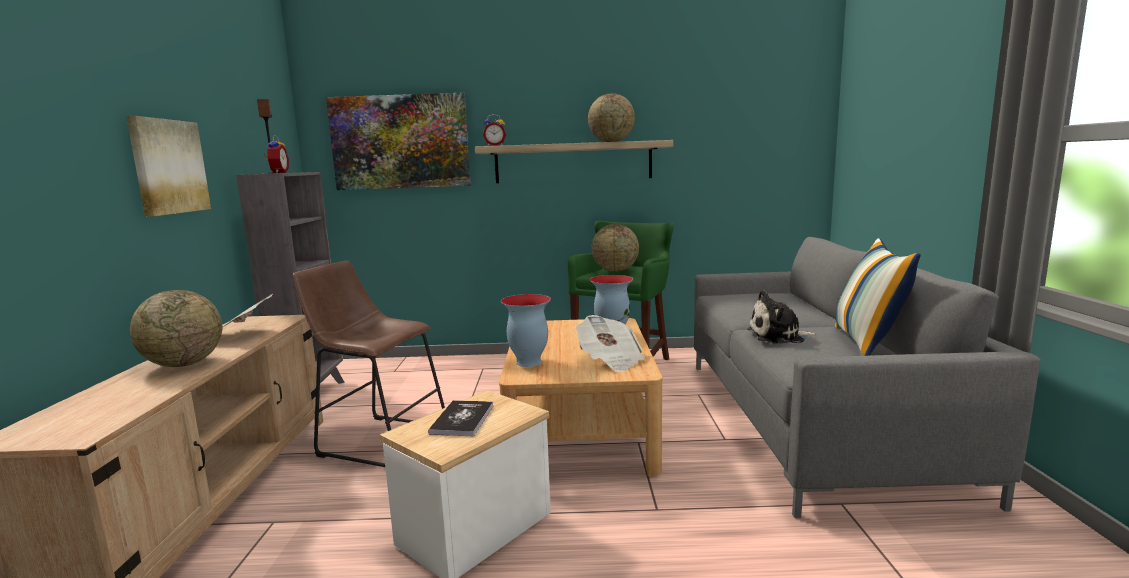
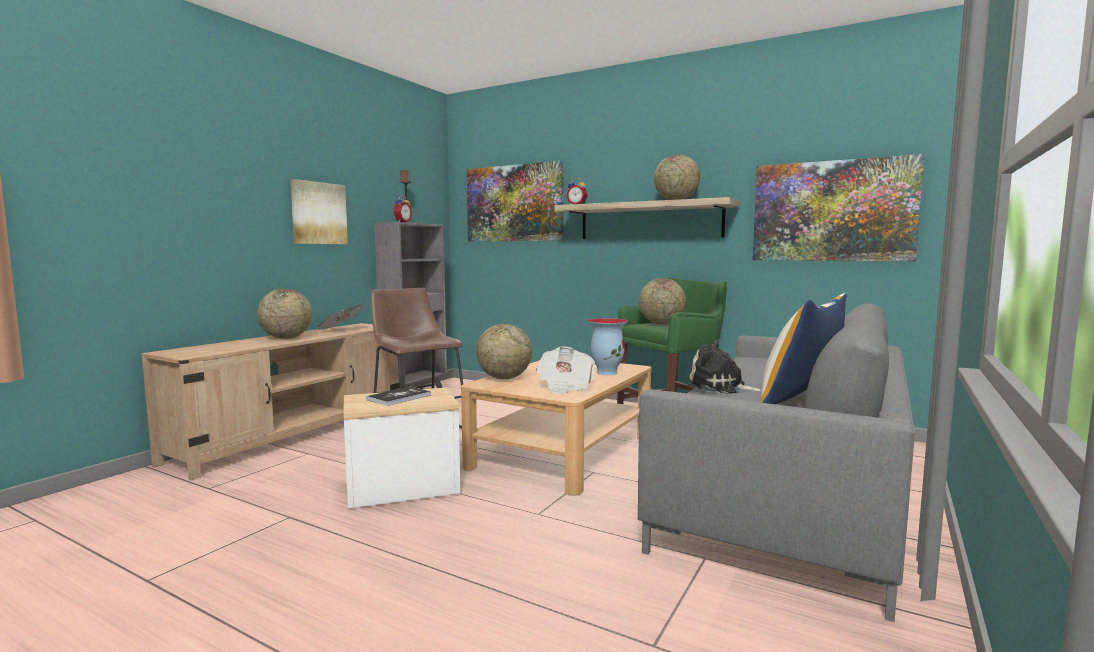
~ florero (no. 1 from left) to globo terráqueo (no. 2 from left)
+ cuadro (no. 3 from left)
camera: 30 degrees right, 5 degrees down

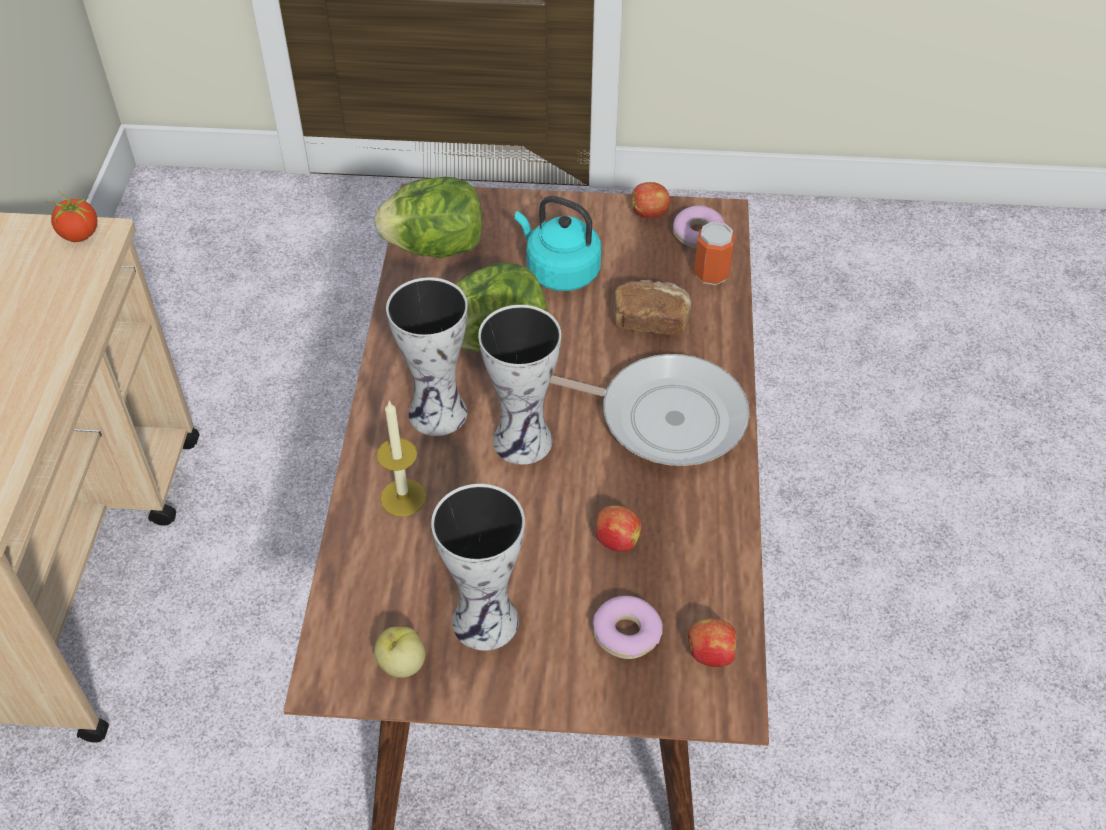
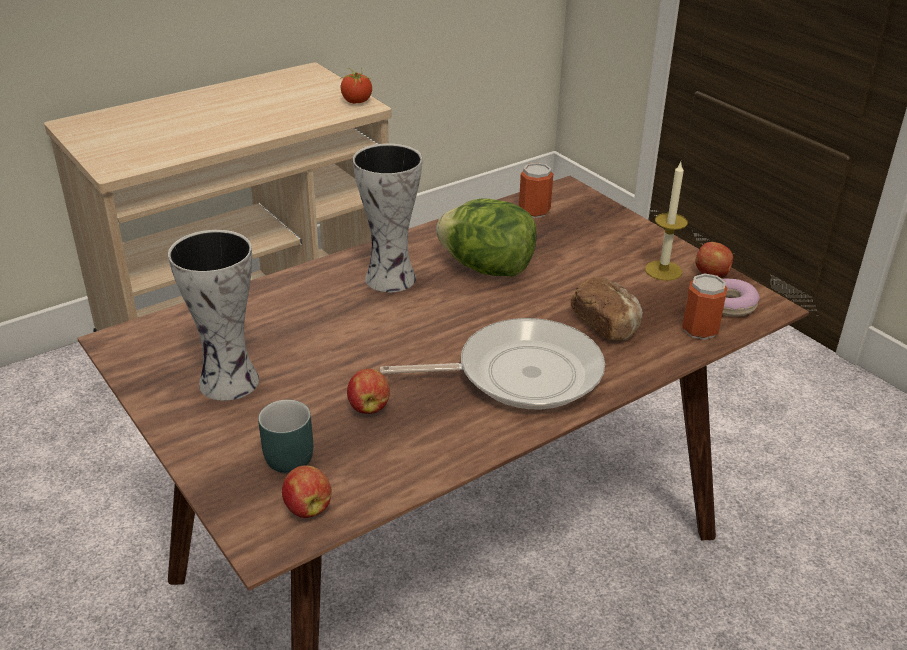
~ lechuga (no. 1 from left) to lata (no. 1 from left)
- hervidor [turquesa]
- florero (no. 3 from left)
~ sartén 75 degrees counterclockwise
~ vela
~ rosquilla (no. 1 from left) to taza grande [turquesa]
- manzana (no. 1 from left)
camera: 50 degrees right, 15 degrees down

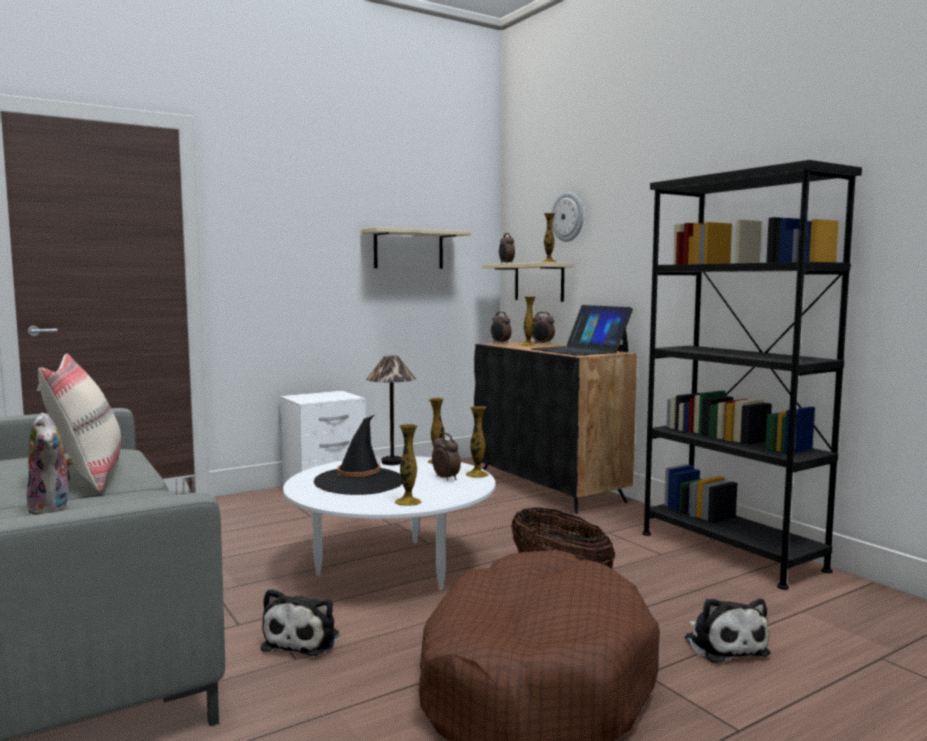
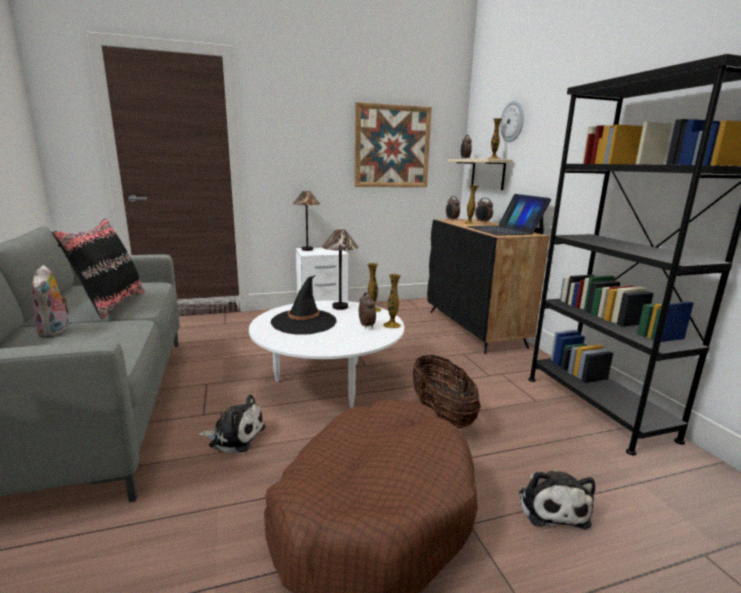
~ estante [beis] (no. 1 from left) to cuadro
~ cojín [beis] to cojín [negro]
- florero (no. 1 from left)
~ peluche (no. 2 from left) 105 degrees counterclockwise
+ lámpara de mesa (no. 1 from left)
camera: 15 degrees right, 10 degrees up

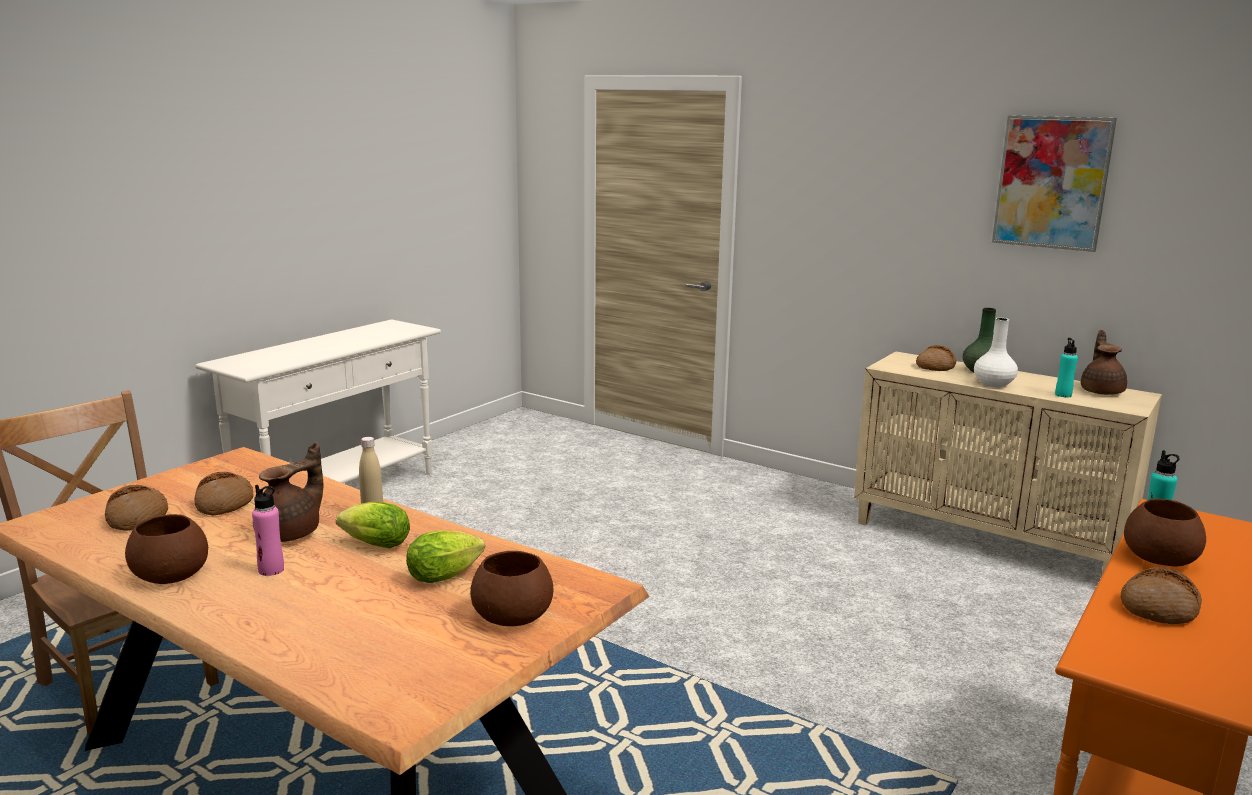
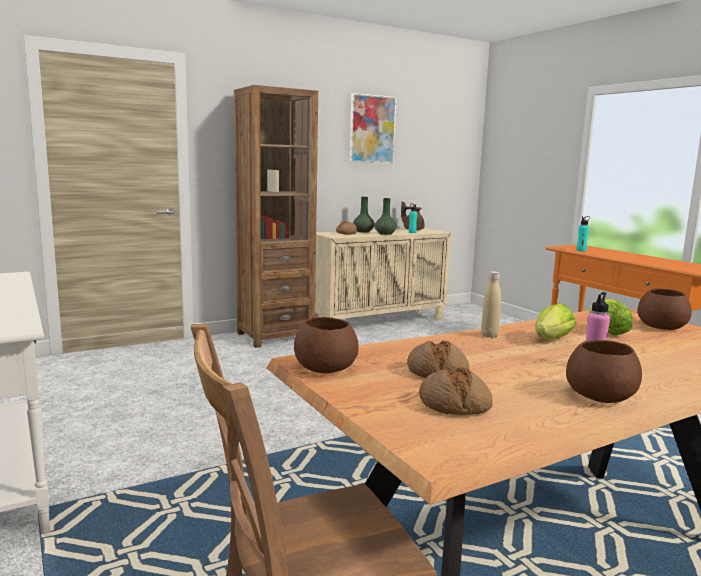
~ florero [blanco] to florero [verde] (no. 2 from left)
- tetera [marrón] (no. 1 from left)
~ cuenco [marrón] (no. 3 from left in the first image) to cuenco [marrón] (no. 1 from left)
- pan (no. 4 from left)
+ estantería [marrón]
camera: 65 degrees left, 5 degrees down

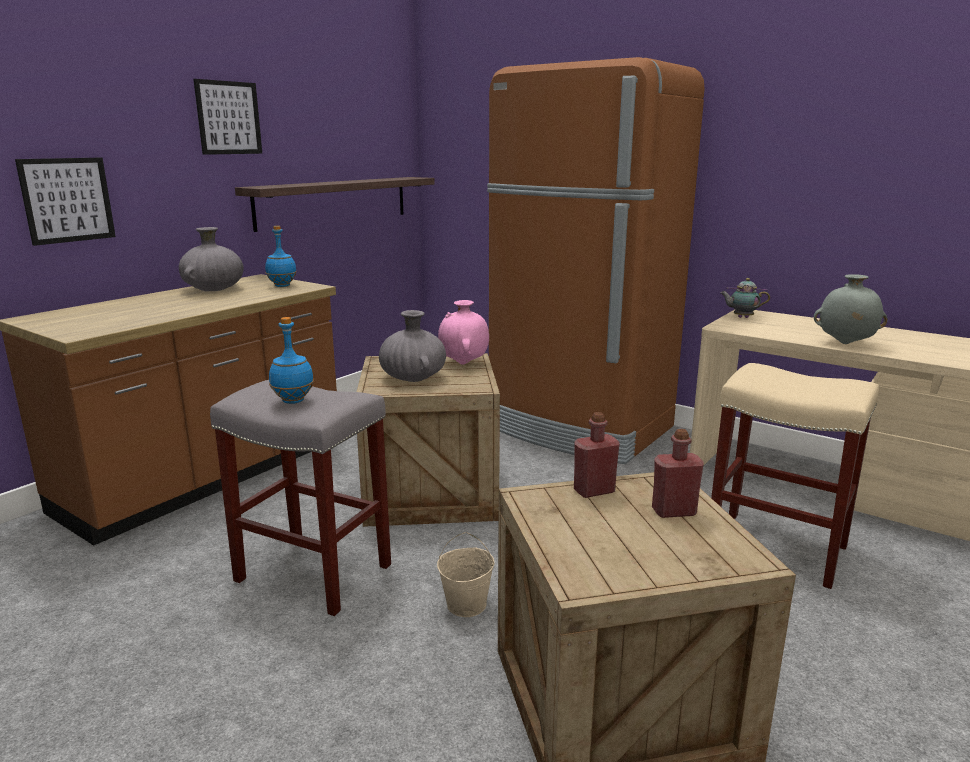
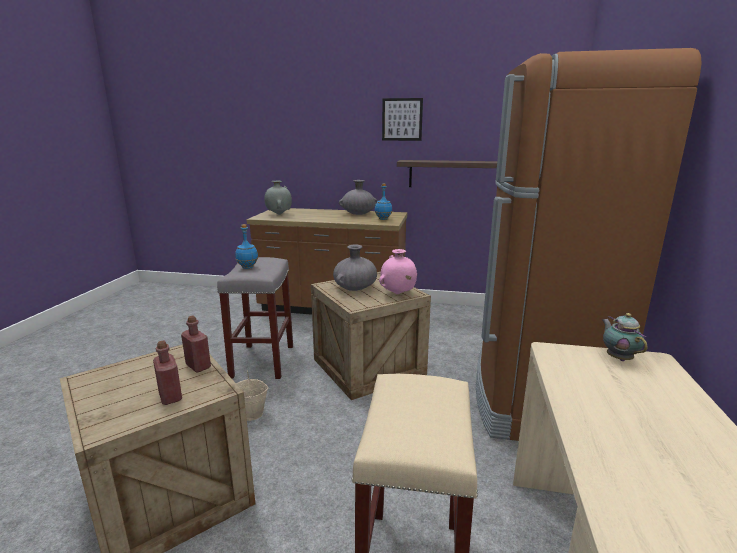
- cuadro (no. 1 from left)
~ florero [gris] (no. 3 from left in the first image) to florero [gris] (no. 1 from left)
camera: 65 degrees right, 0 degrees up

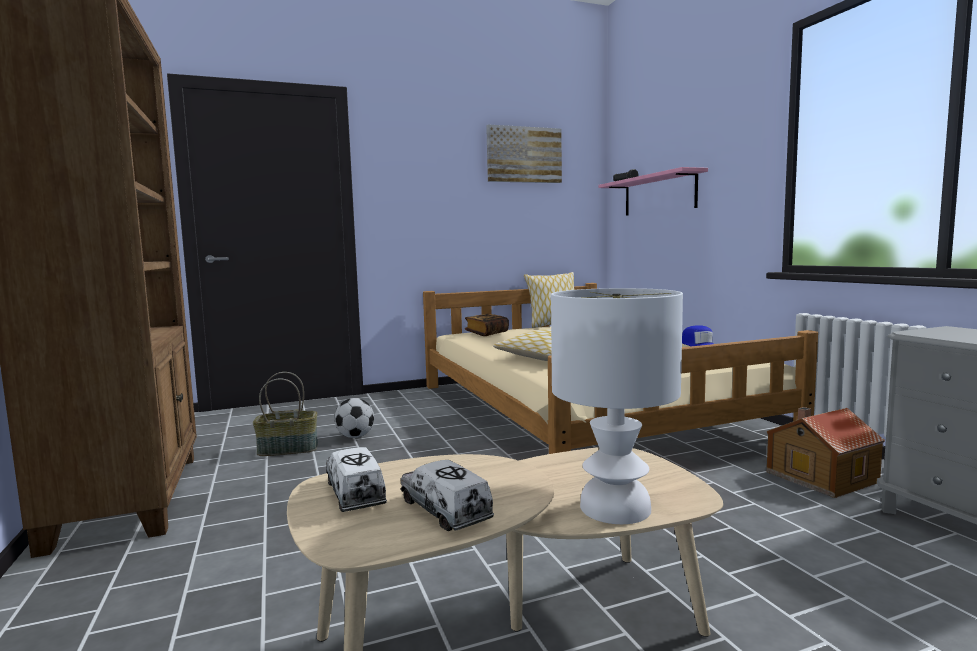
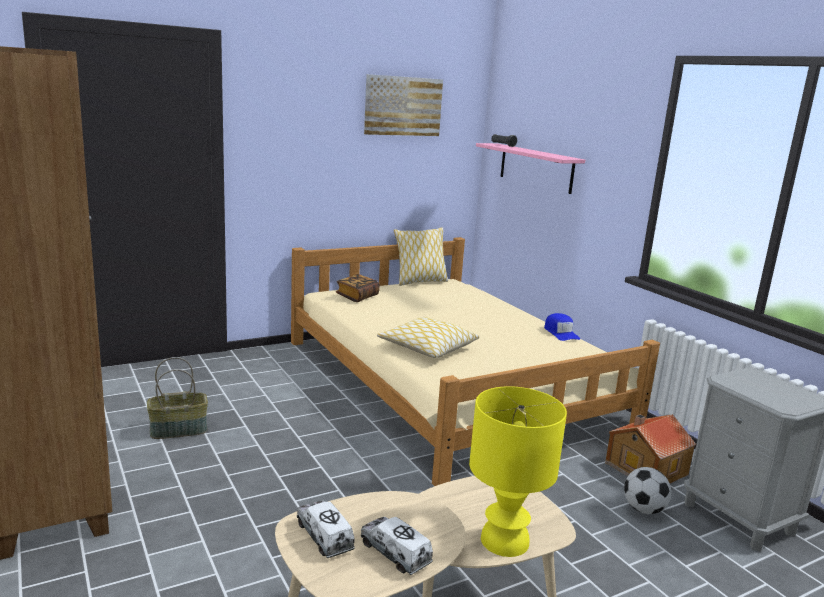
~ lámpara de mesa [blanco] to lámpara de mesa [amarillo]
~ balón de fútbol
camera: 10 degrees left, 10 degrees up

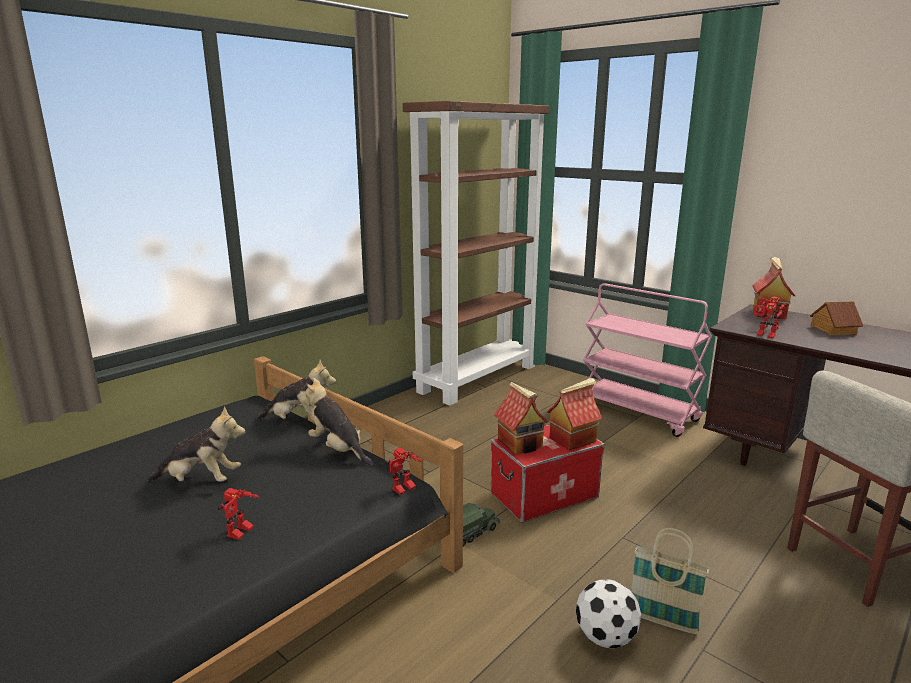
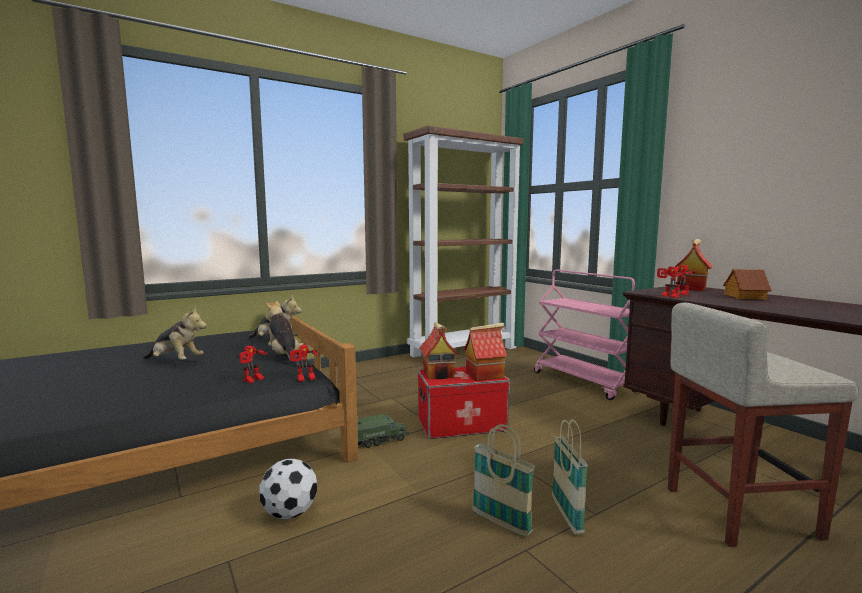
~ robot de juguete (no. 1 from left)
~ balón de fútbol
+ cesta (no. 2 from left)
camera: 15 degrees right, 10 degrees down

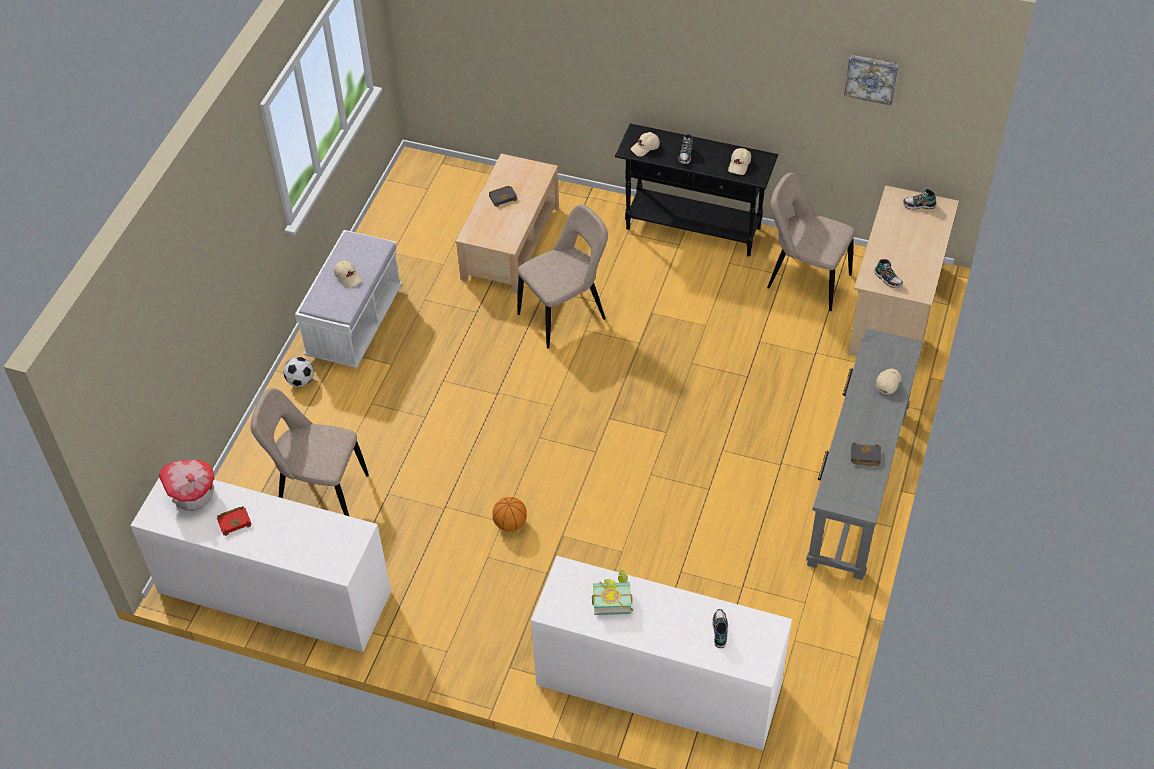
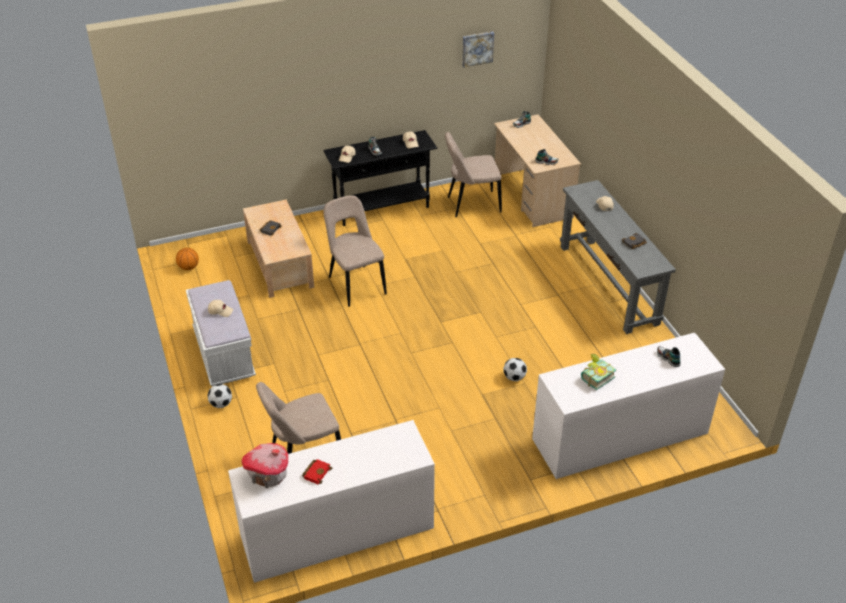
~ silla [beis] (no. 2 from left) 45 degrees counterclockwise
~ balón de baloncesto
+ balón de fútbol (no. 2 from left)
camera: 40 degrees left, 10 degrees down

